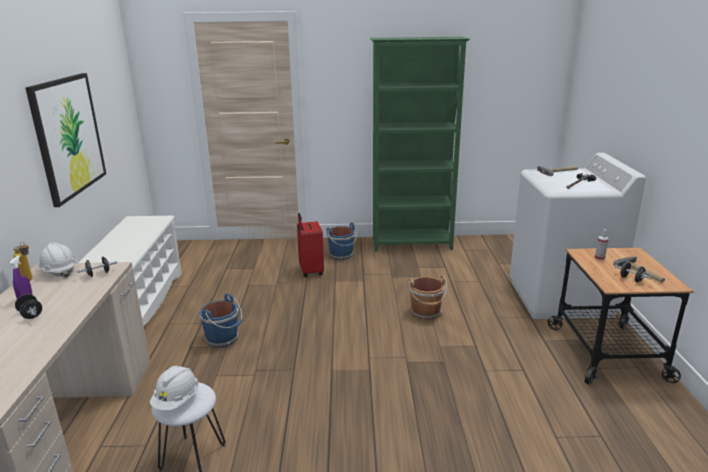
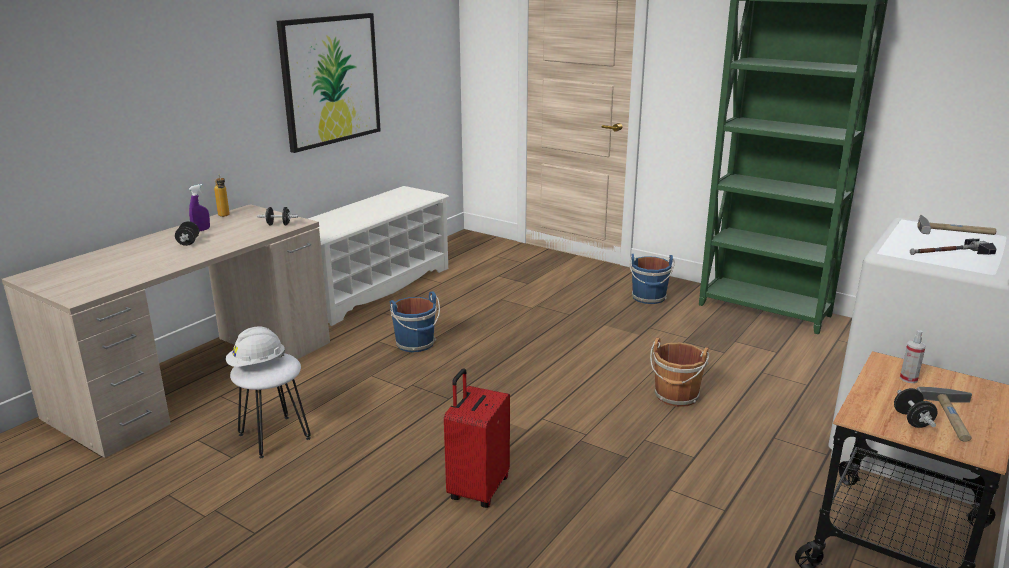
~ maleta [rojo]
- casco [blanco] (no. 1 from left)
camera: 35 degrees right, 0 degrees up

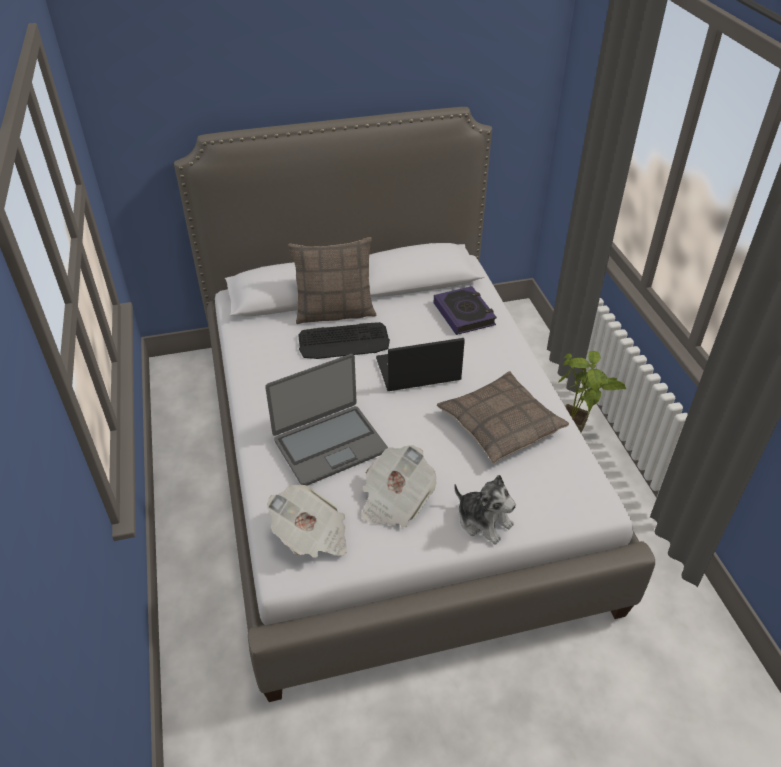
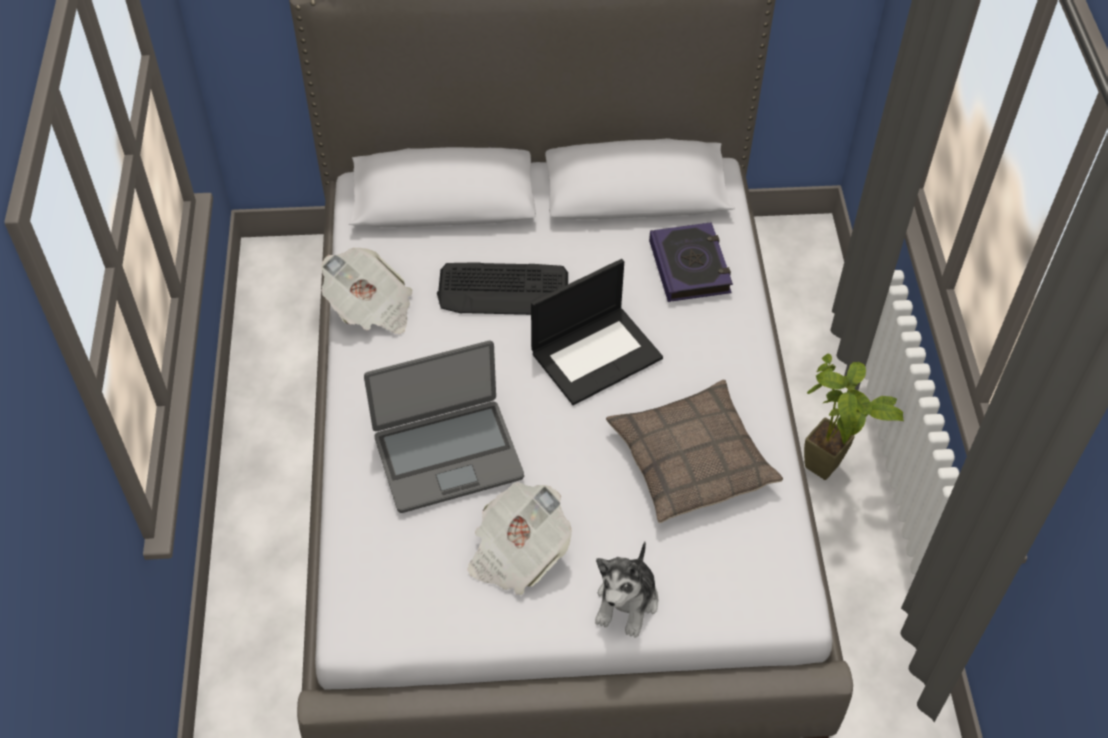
- cojín (no. 1 from left)
~ portátil (no. 2 from left) 150 degrees clockwise
~ peluche 60 degrees clockwise
~ periódico (no. 1 from left)
camera: 10 degrees right, 10 degrees up

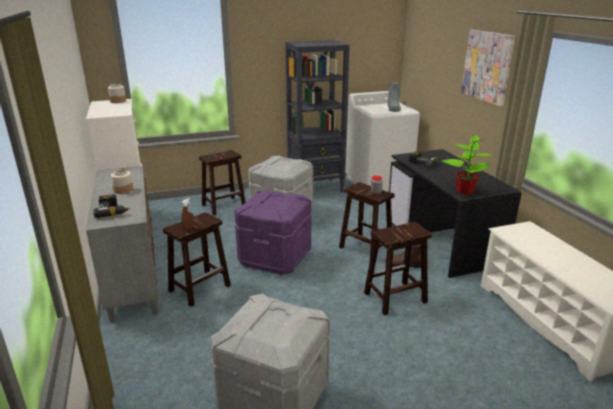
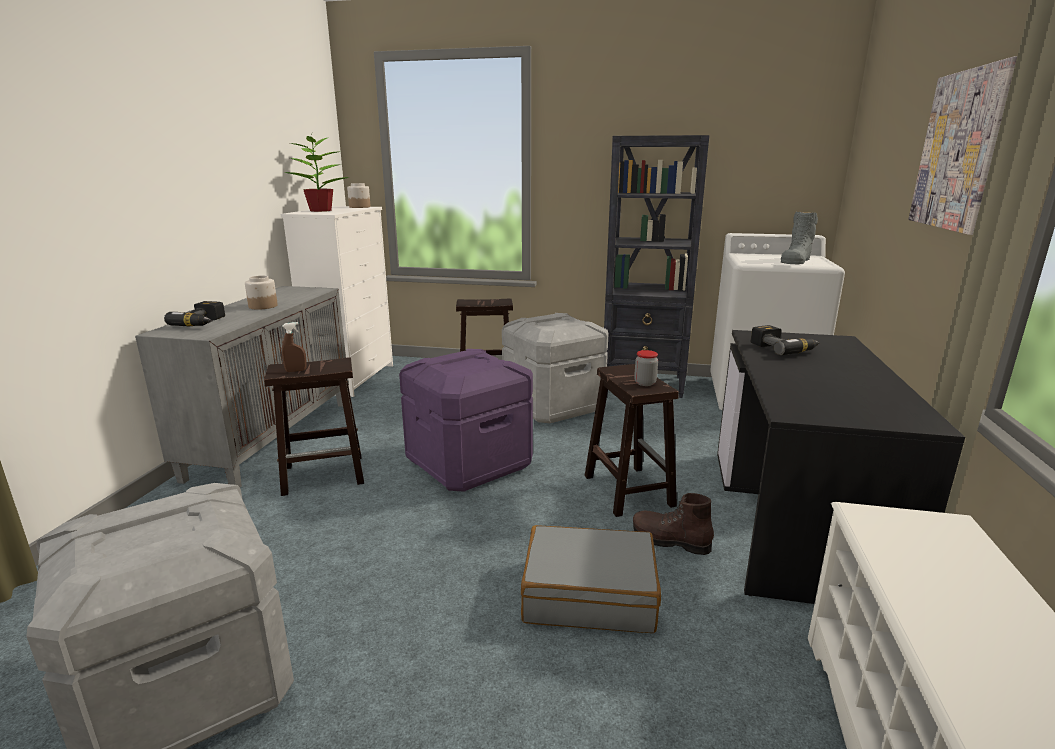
~ planta en maceta
~ taburete [marrón] (no. 4 from left) to maleta [gris]
camera: 30 degrees right, 5 degrees down

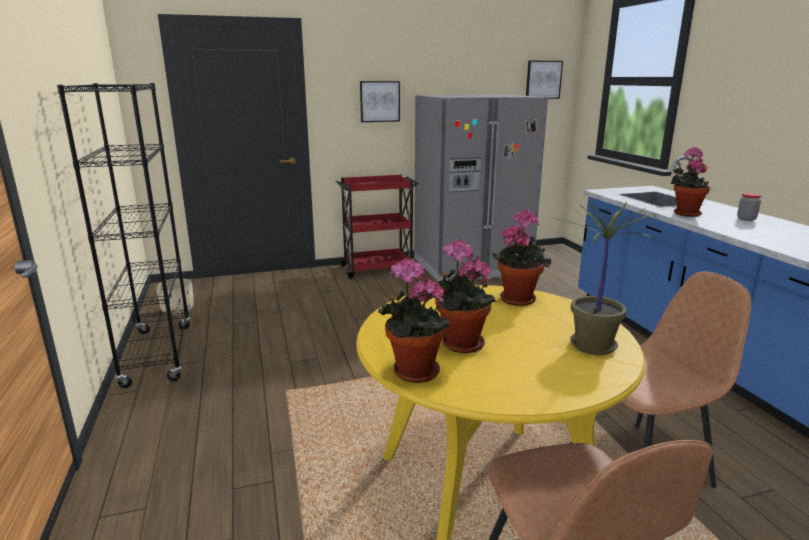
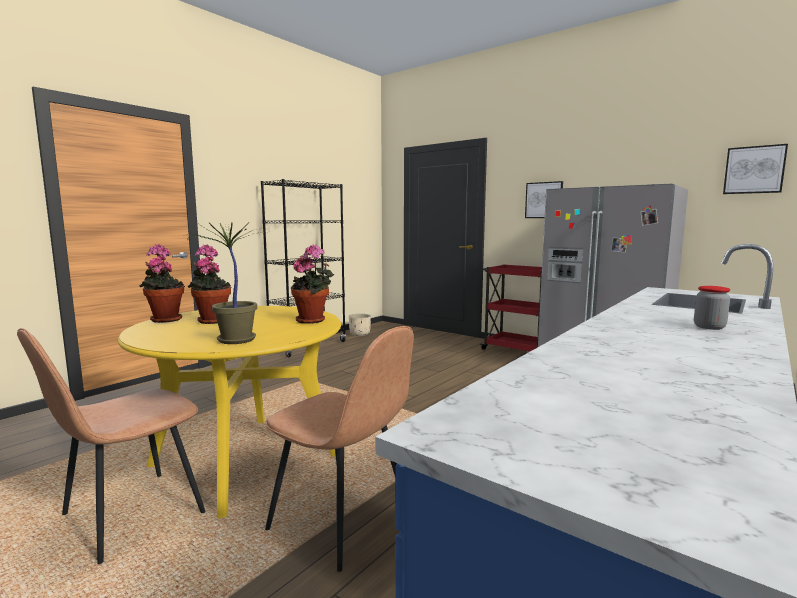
- planta en maceta (no. 5 from left)
camera: 55 degrees right, 10 degrees down

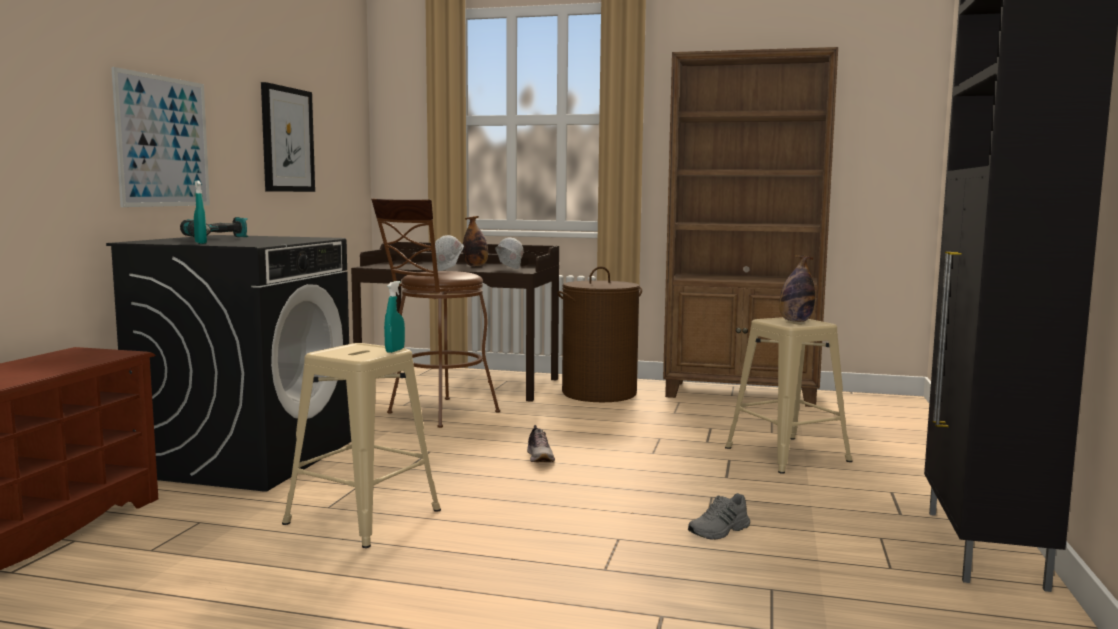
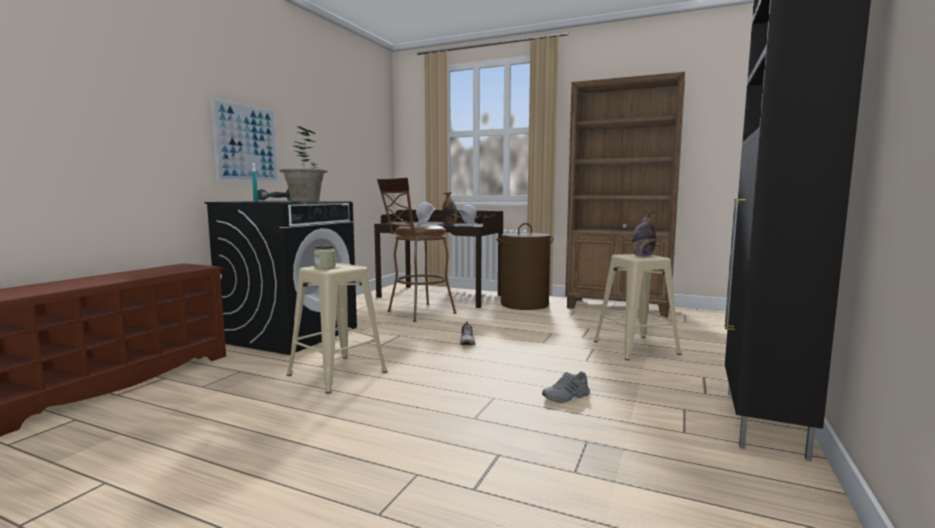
- cuadro (no. 2 from left)
- pulverizador [turquesa] (no. 2 from left)
+ planta en maceta
+ tarro
camera: 10 degrees right, 0 degrees up

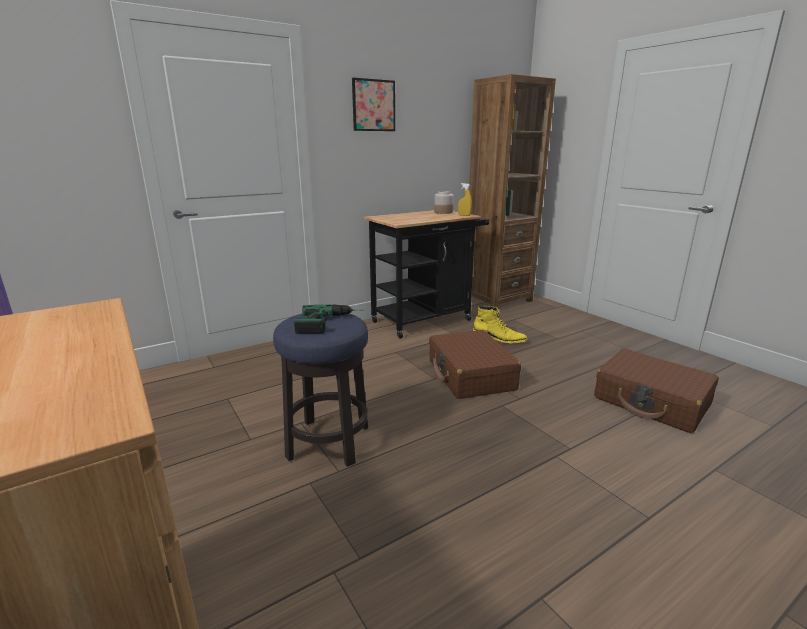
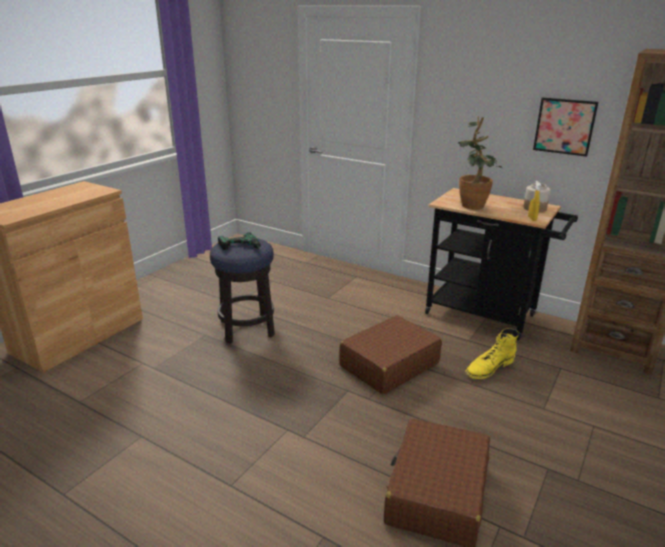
~ cuadro
~ bota [amarillo] 60 degrees clockwise
+ planta en maceta
camera: 65 degrees right, 5 degrees up

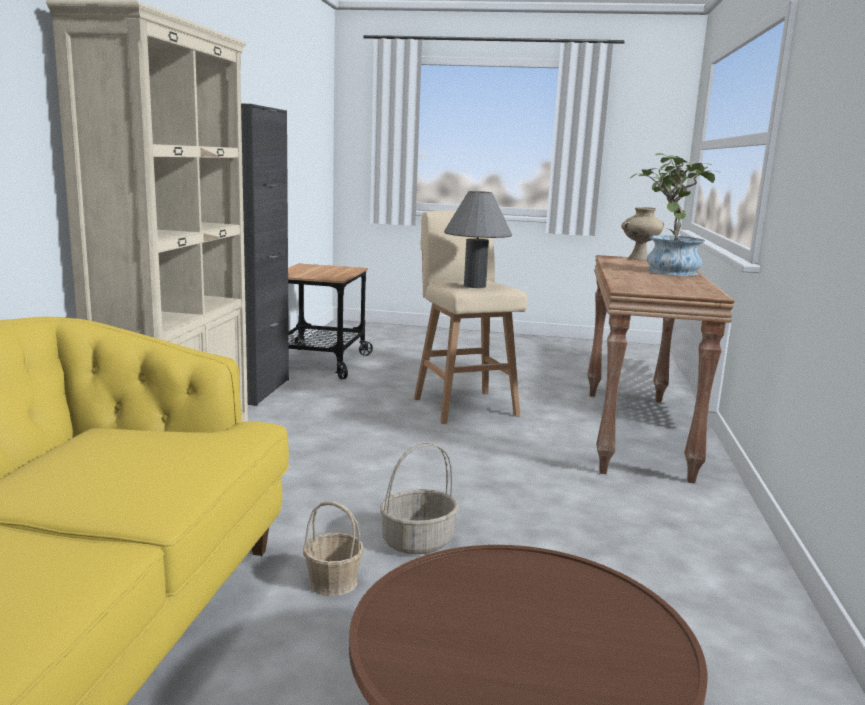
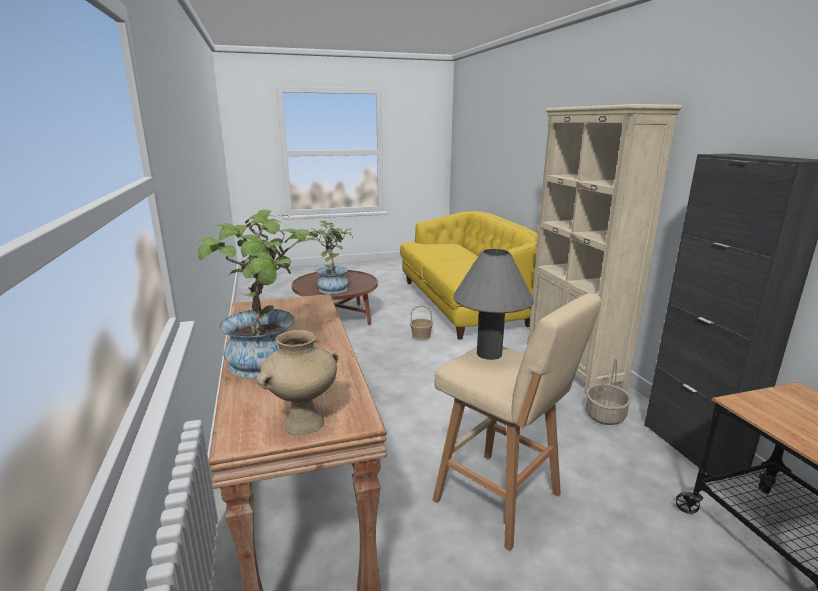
~ cesta (no. 2 from left)
+ planta en maceta (no. 2 from left)
camera: 155 degrees right, 5 degrees up

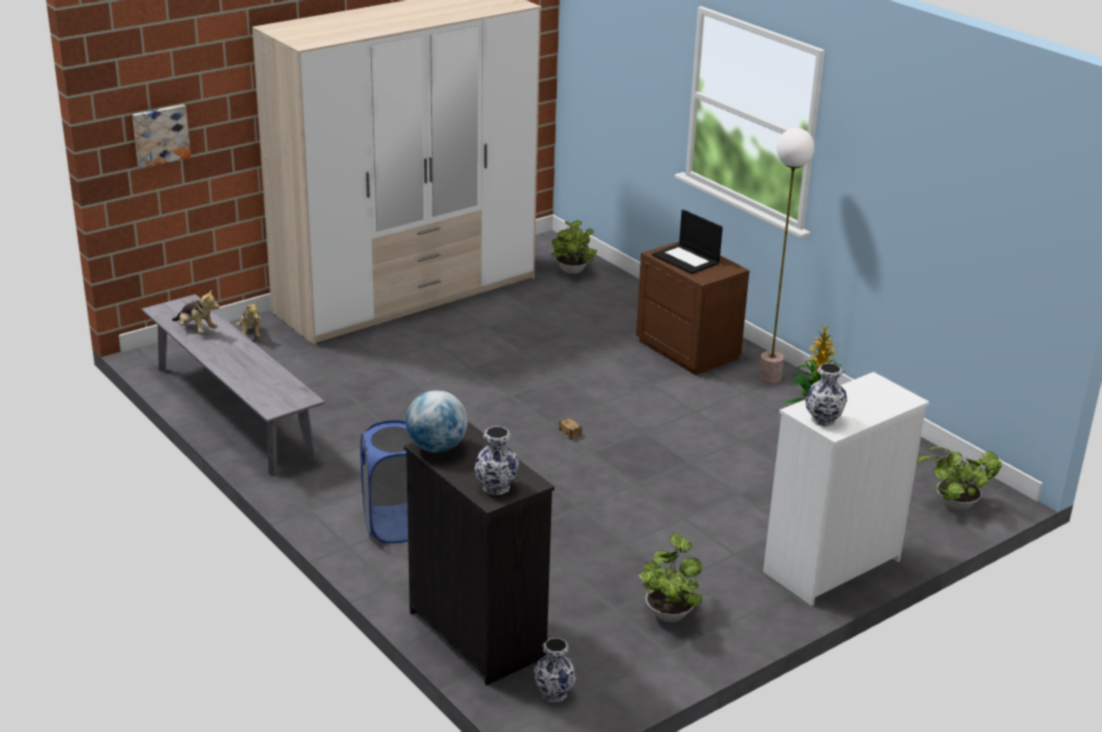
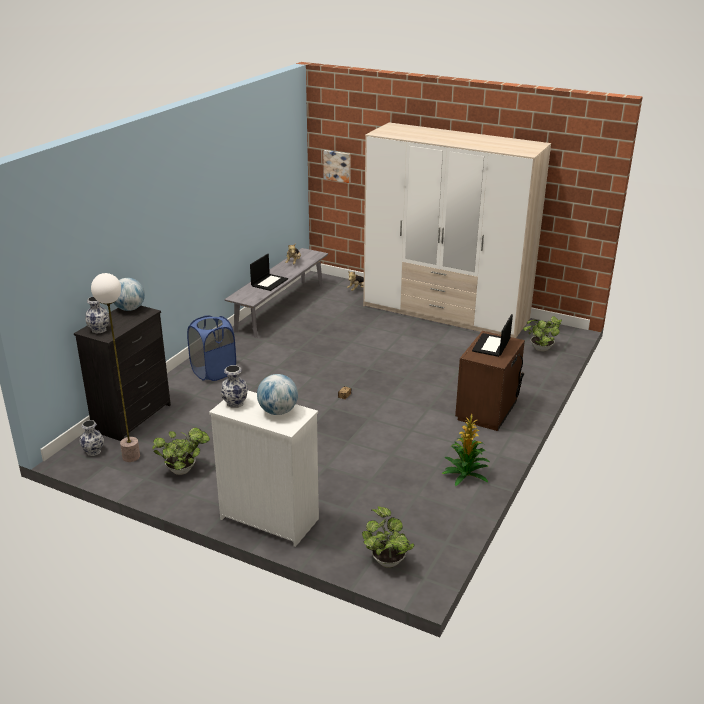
~ lámpara de pie
+ portátil (no. 1 from left)
+ globo terráqueo (no. 2 from left)
camera: 65 degrees right, 0 degrees up

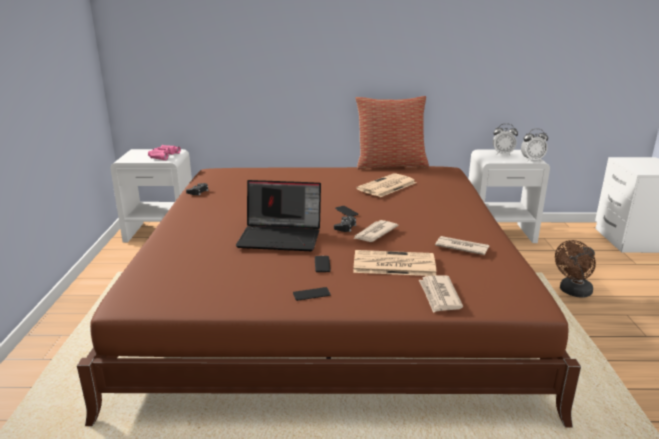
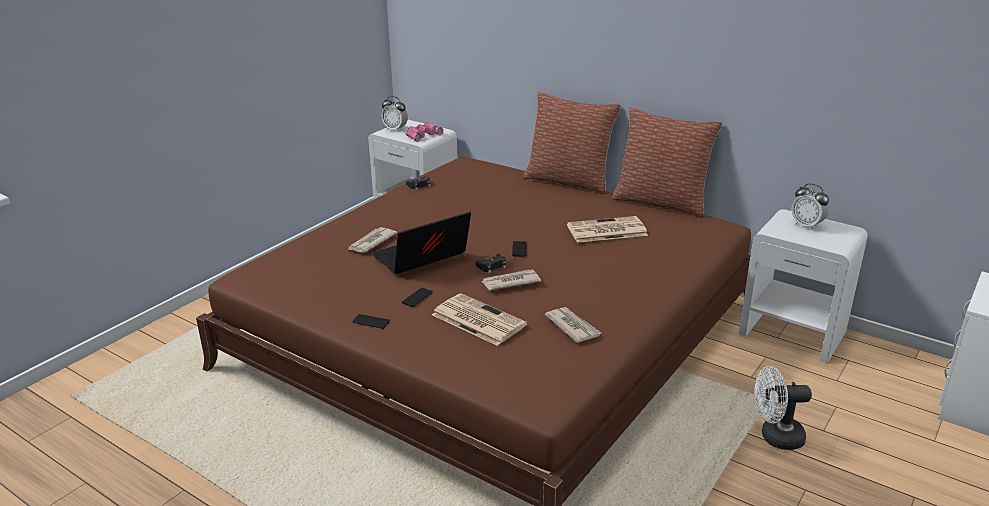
~ despertador (no. 2 from left in the first image) to despertador (no. 1 from left)
~ portátil 105 degrees clockwise
~ ventilador [marrón] to ventilador [blanco]
~ periódico (no. 4 from left in the first image) to periódico (no. 1 from left)
+ cojín (no. 1 from left)
camera: 35 degrees right, 5 degrees up

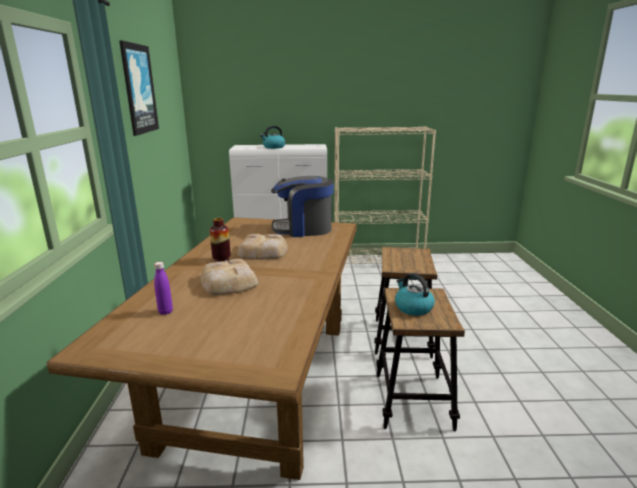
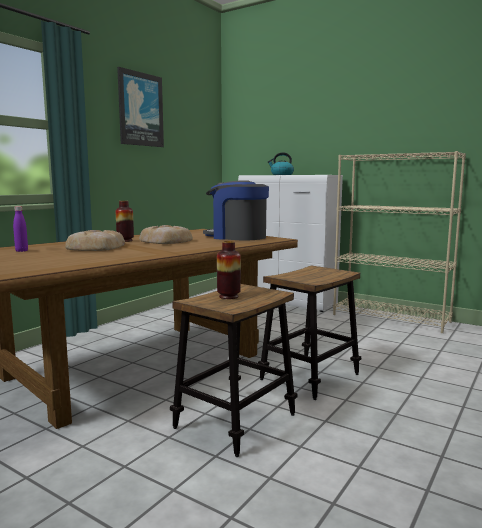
~ hervidor (no. 2 from left) to florero (no. 2 from left)
camera: 35 degrees right, 10 degrees down

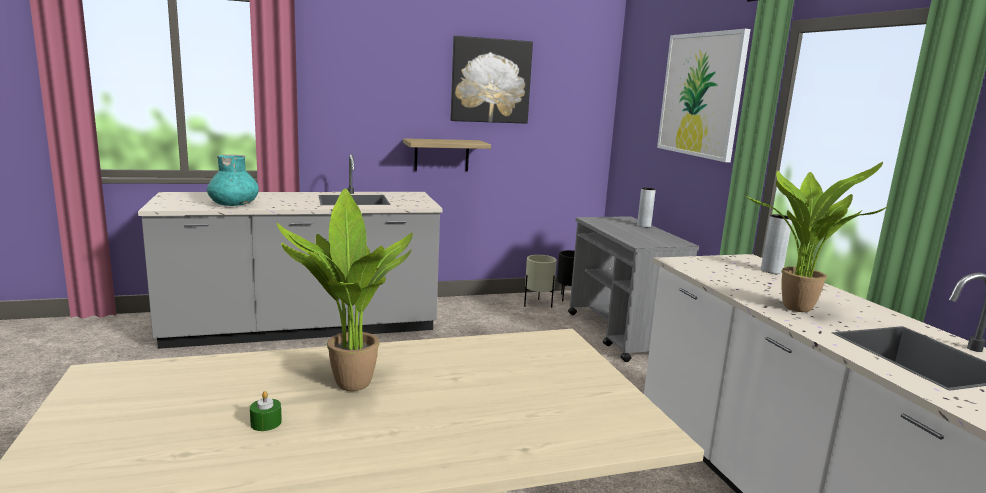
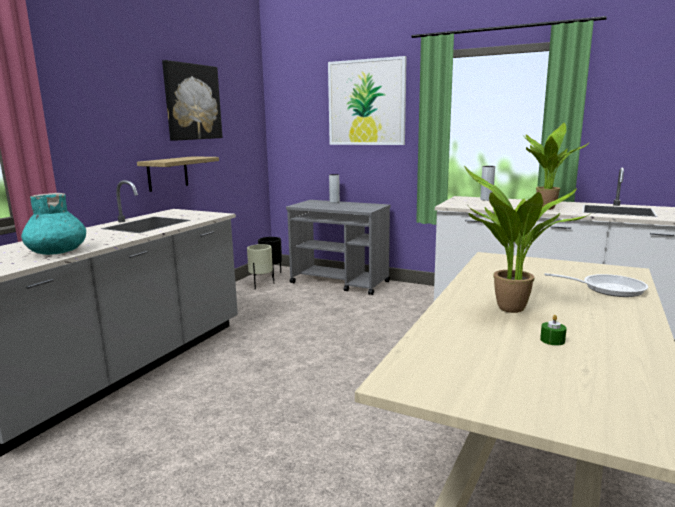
+ sartén
camera: 45 degrees left, 0 degrees up

